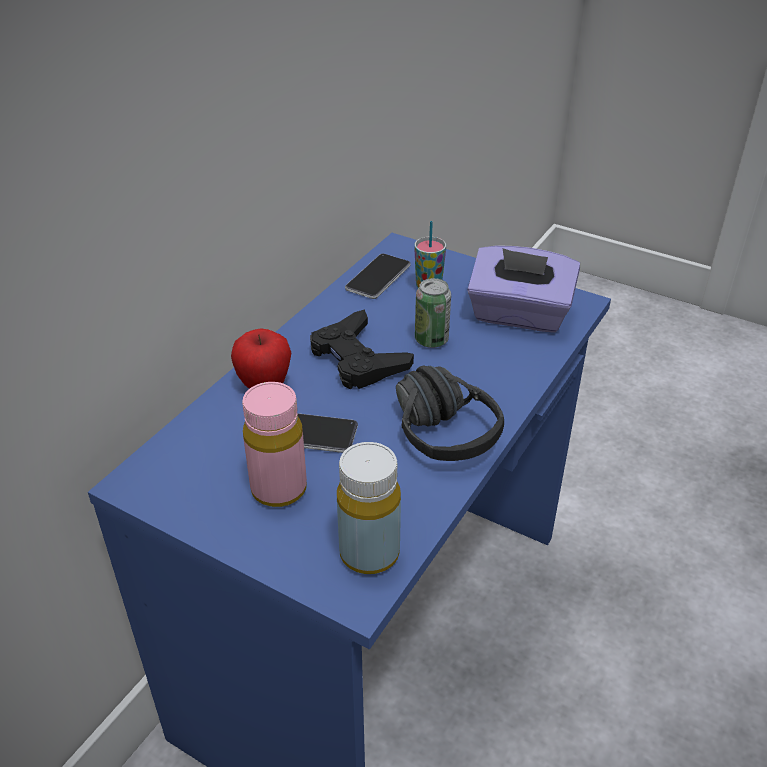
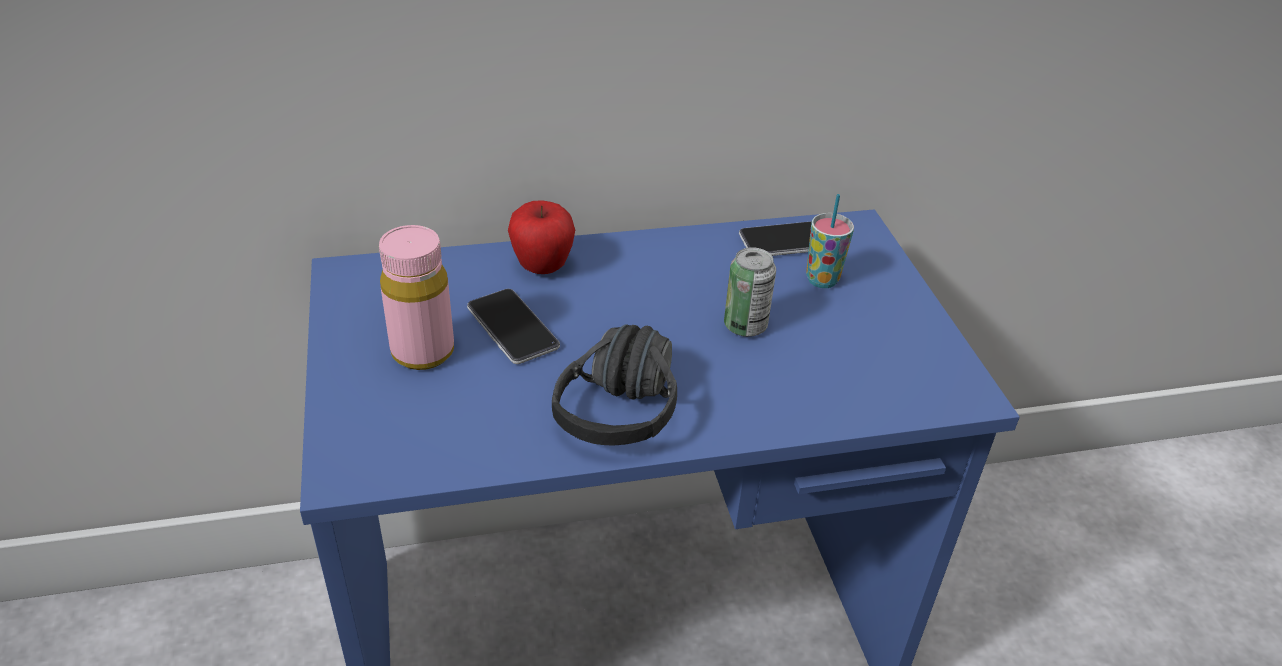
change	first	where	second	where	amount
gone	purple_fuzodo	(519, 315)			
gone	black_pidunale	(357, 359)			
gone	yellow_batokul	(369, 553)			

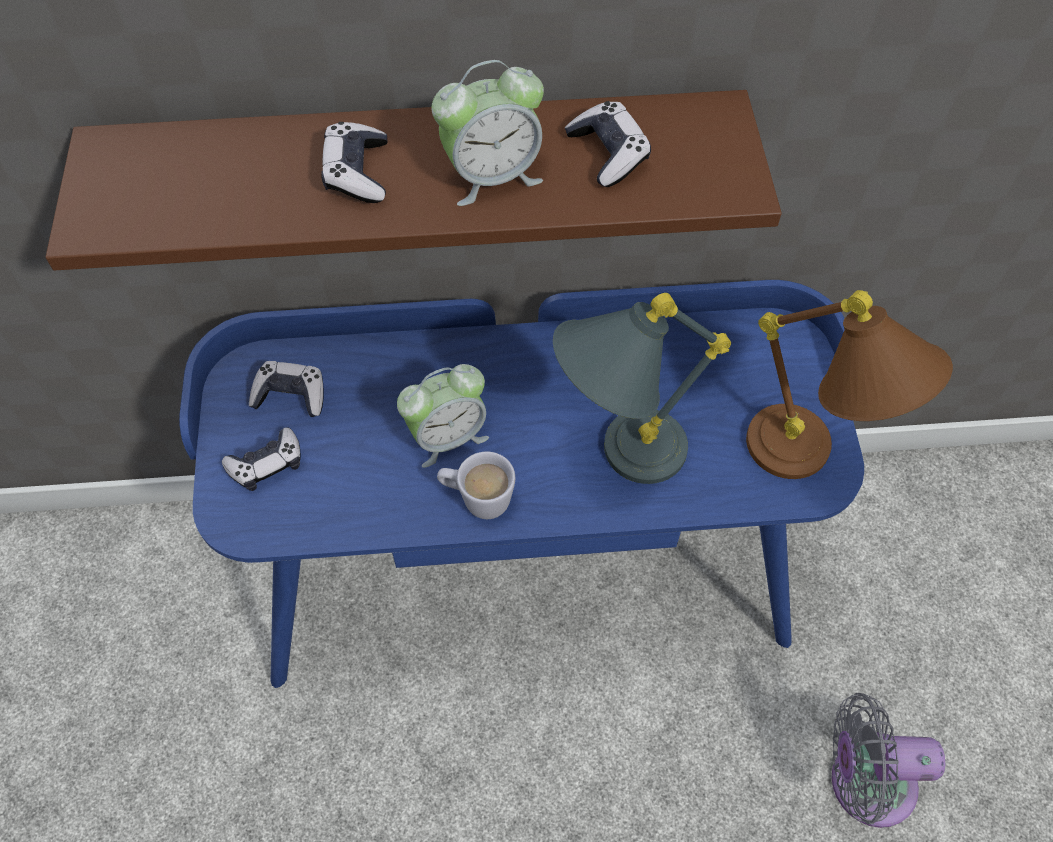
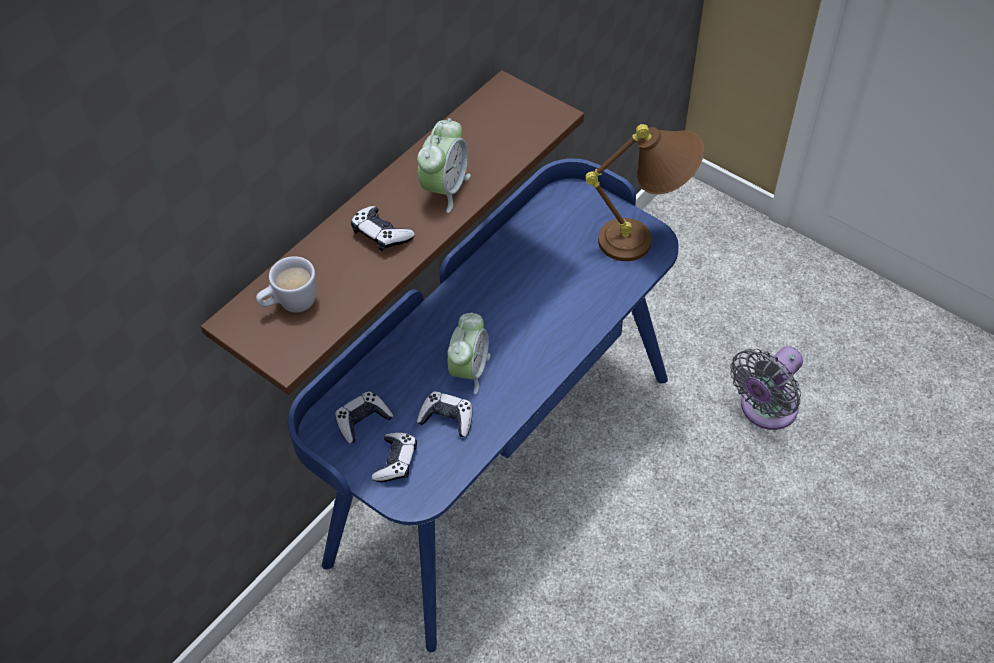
change	first	where	second	where	amount
shifted	pidunale	(608, 154)		(447, 418)	
gone	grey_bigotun	(615, 457)			
shifted	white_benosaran	(477, 499)		(290, 304)	

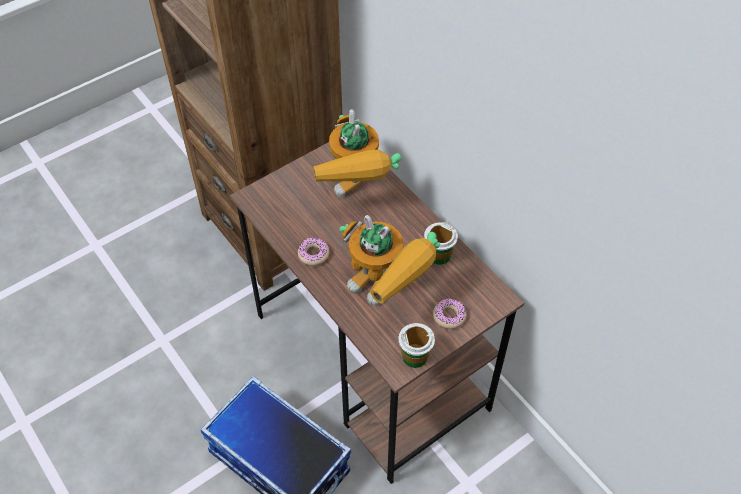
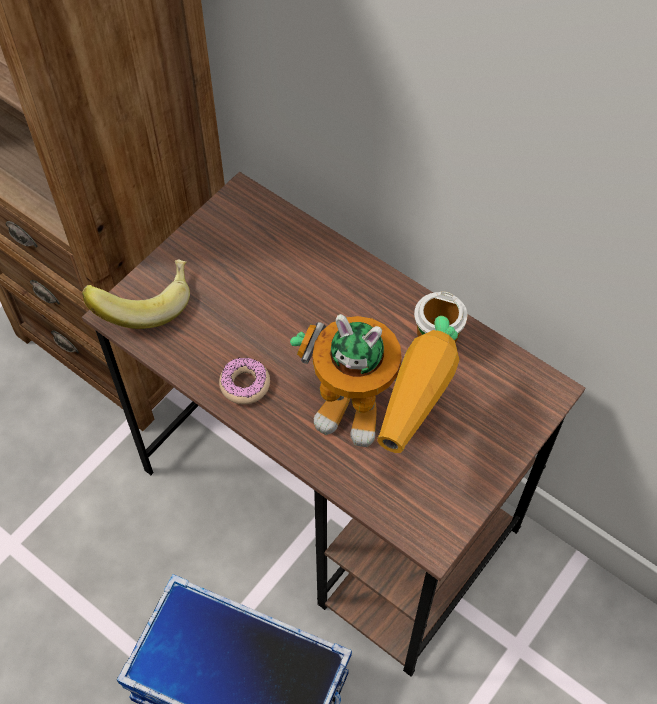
change	first	where	second	where	amount
gone	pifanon	(355, 193)			
gone	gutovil	(449, 316)			
gone	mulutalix	(415, 356)			
new			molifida	(145, 303)	

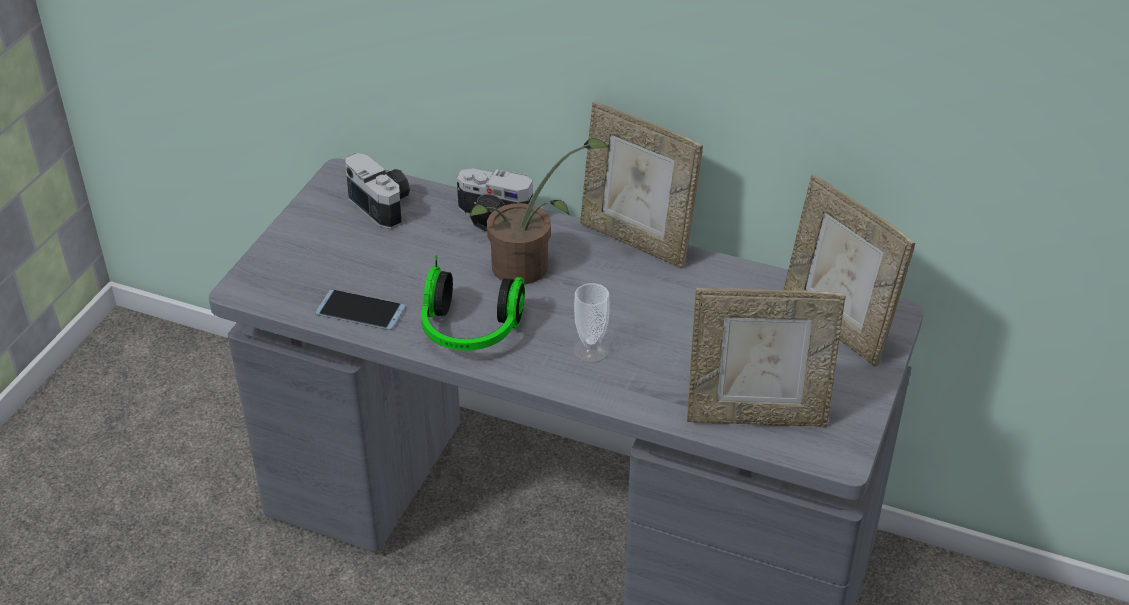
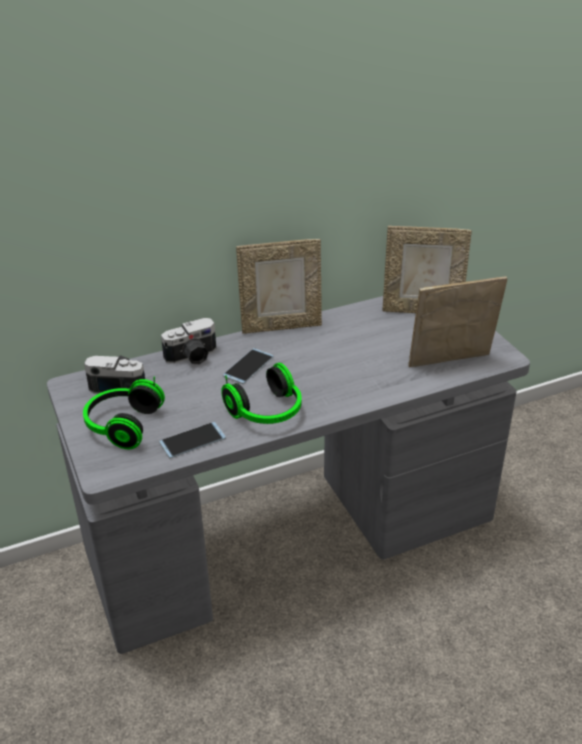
change	first	where	second	where	amount
swapped	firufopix	(529, 266)	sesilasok	(248, 366)	
gone	mulutalix	(591, 350)			
rotated	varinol	(756, 416)		(451, 363)	150 degrees counterclockwise
new			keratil	(121, 425)	

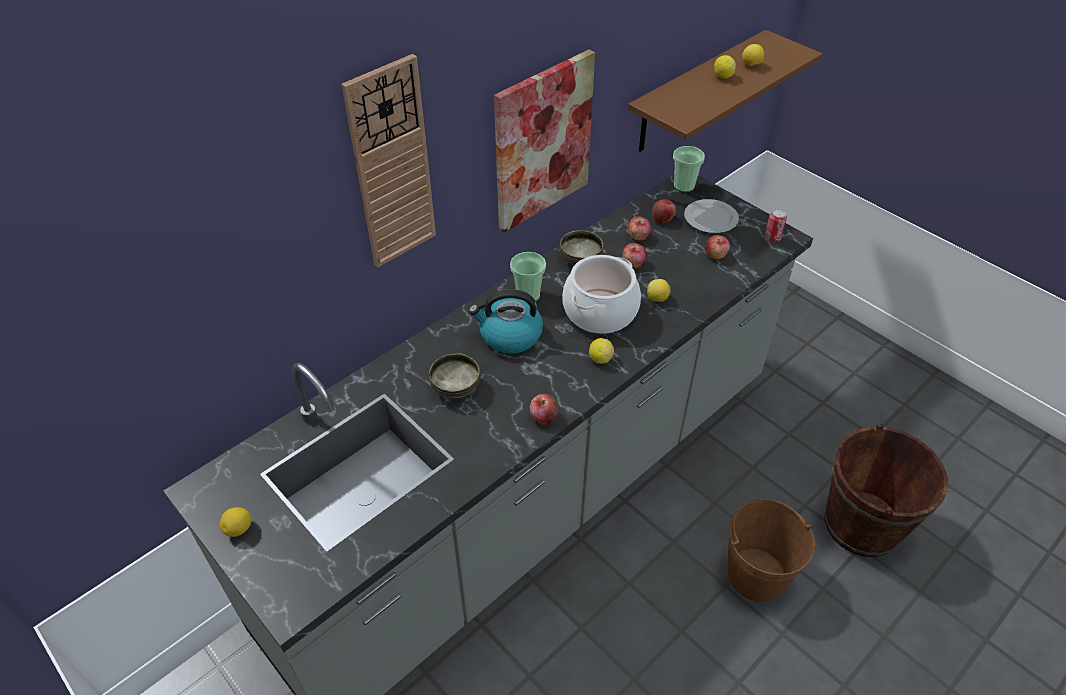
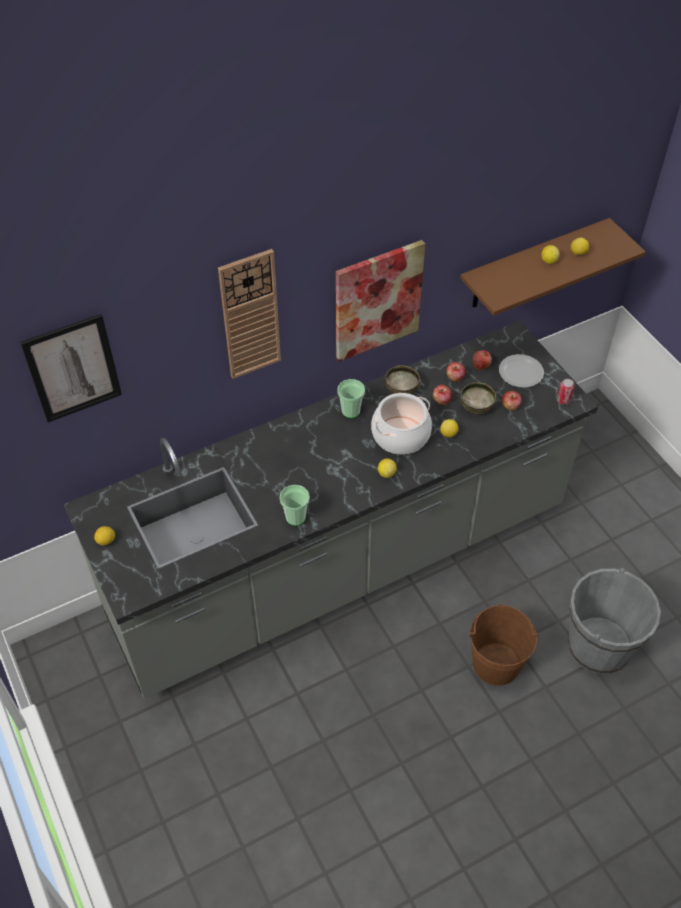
change	first	where	second	where	amount
shifted	mulutalix	(684, 186)		(295, 517)	
gone	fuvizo	(509, 335)			
shifted	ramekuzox	(455, 387)		(476, 406)	
gone	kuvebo	(543, 417)			
repainted	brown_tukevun	(861, 524)	grey_tukevun	(599, 646)	
new			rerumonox	(73, 368)	

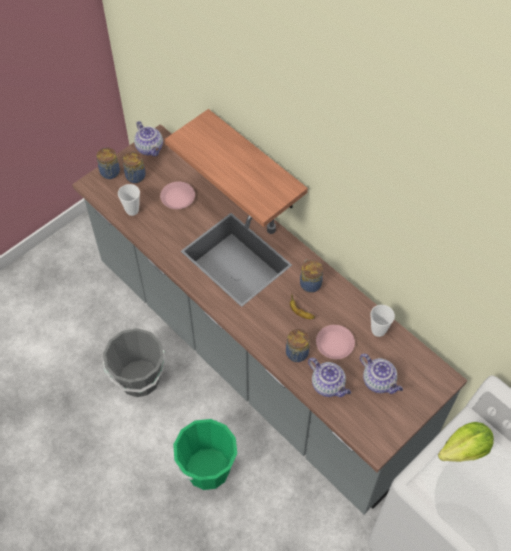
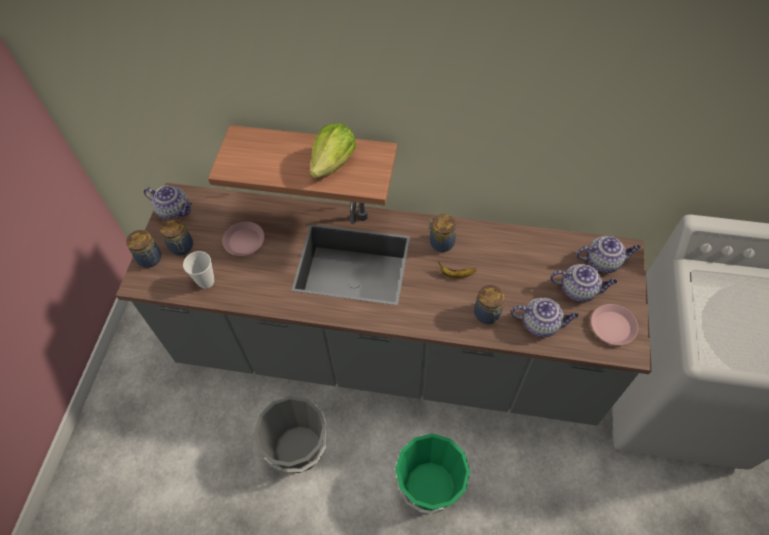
change	first	where	second	where	amount
gone	mulutalix	(378, 330)			
shifted	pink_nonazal	(335, 343)		(612, 326)	
shifted	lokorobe	(464, 450)		(334, 163)	
new			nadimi	(603, 261)	

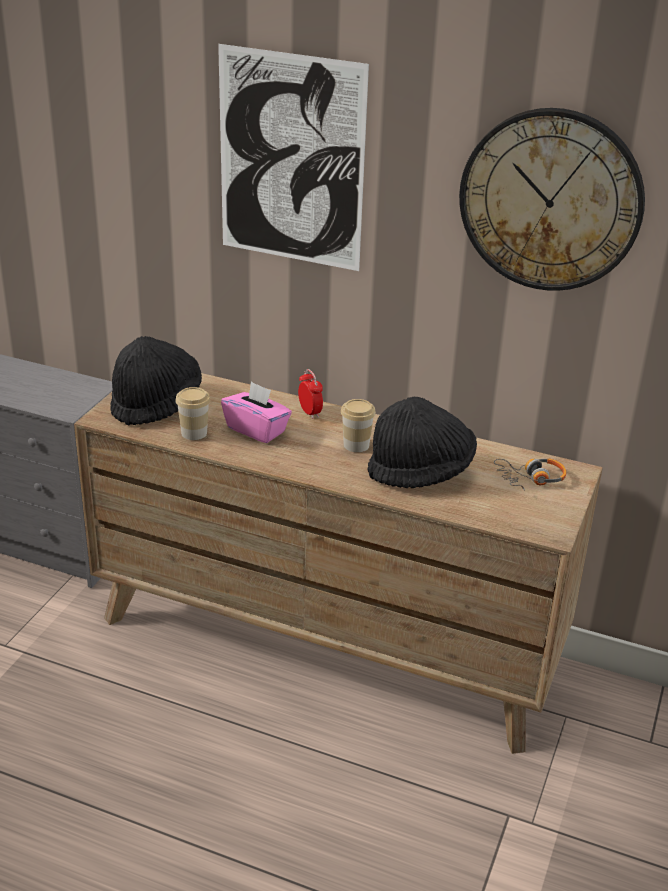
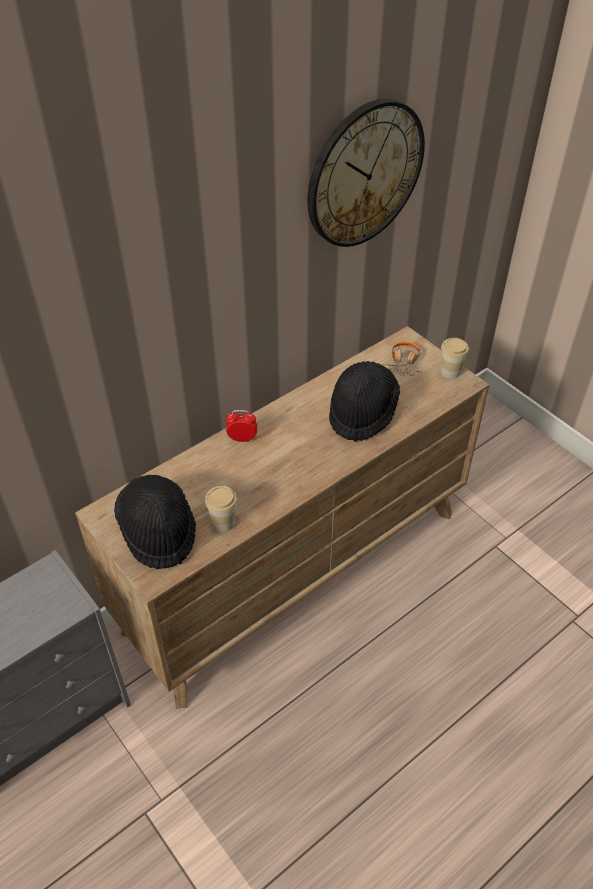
change	first	where	second	where	amount
gone	rerumonox	(291, 160)			
gone	pink_fuzodo	(257, 430)			
shifted	mulutalix	(356, 445)		(450, 371)	

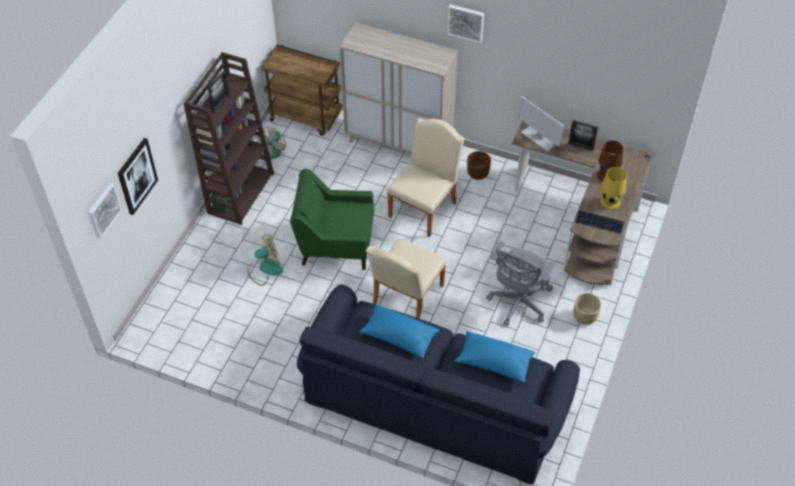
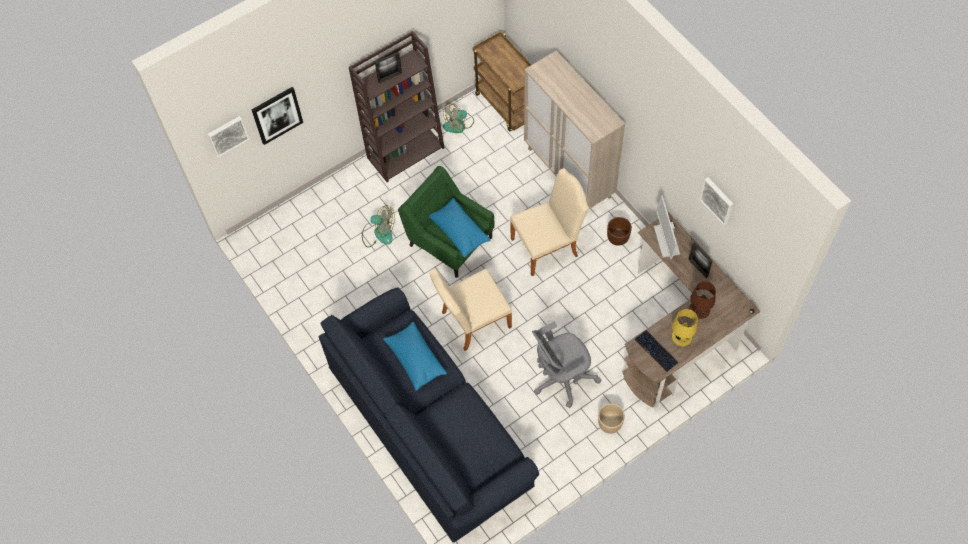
change	first	where	second	where	amount
shifted	rerumonox	(466, 22)		(717, 200)	
shifted	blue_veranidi	(494, 362)		(459, 232)	

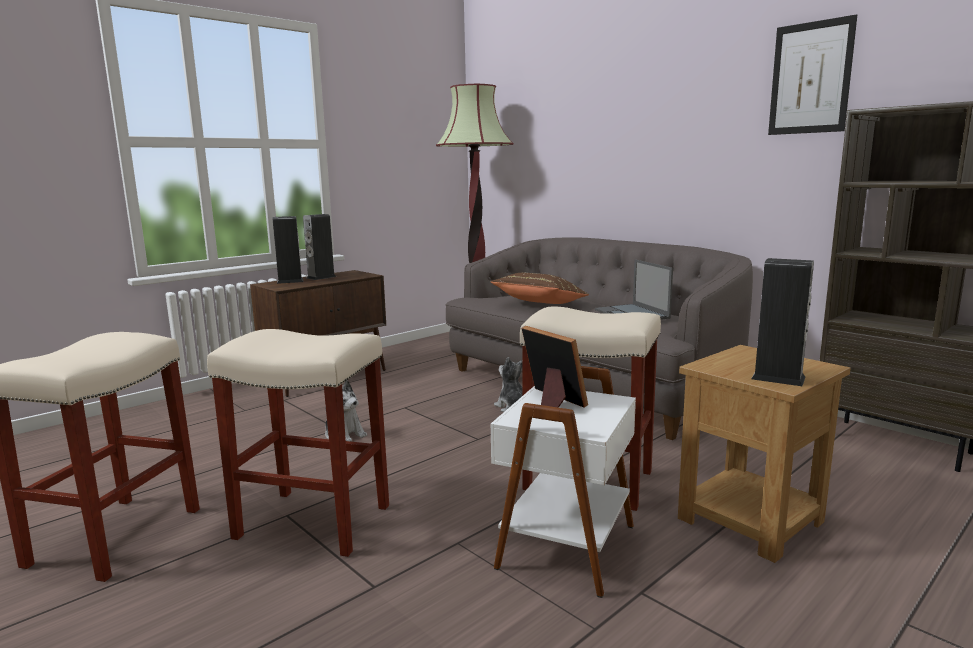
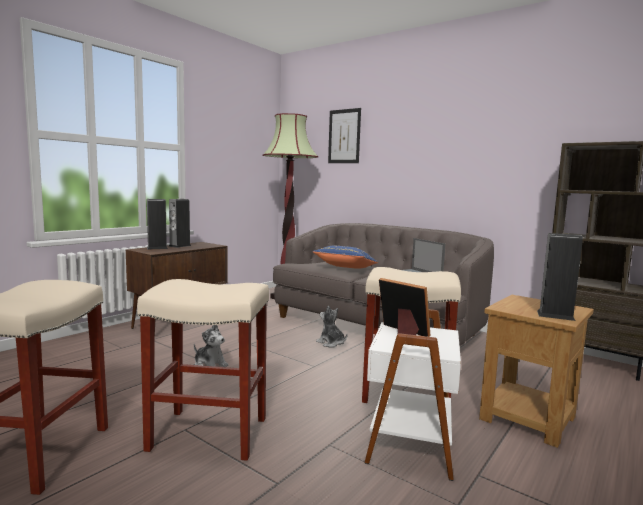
change	first	where	second	where	amount
shifted	rerumonox	(810, 78)		(344, 136)	
repainted	brown_veranidi	(540, 304)	blue_veranidi	(345, 268)	

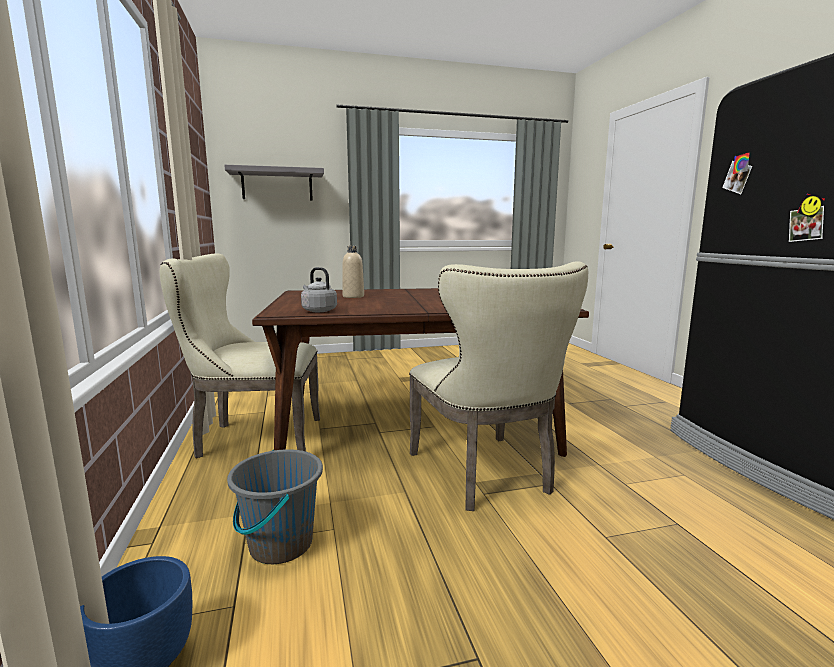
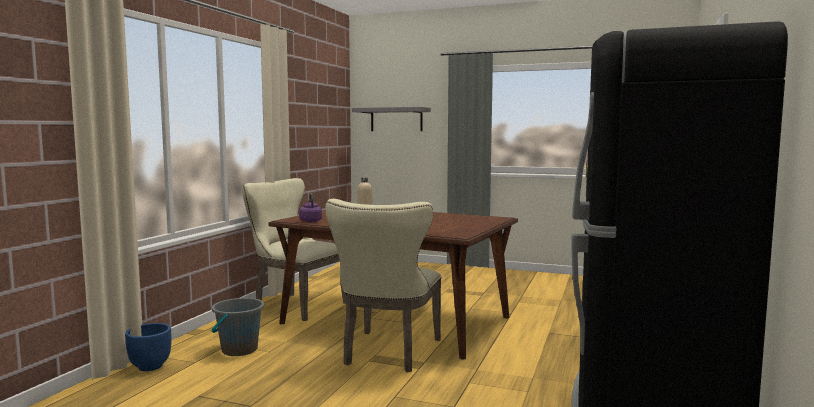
change	first	where	second	where	amount
repainted	grey_fuvizo	(318, 310)	purple_fuvizo	(310, 221)	

